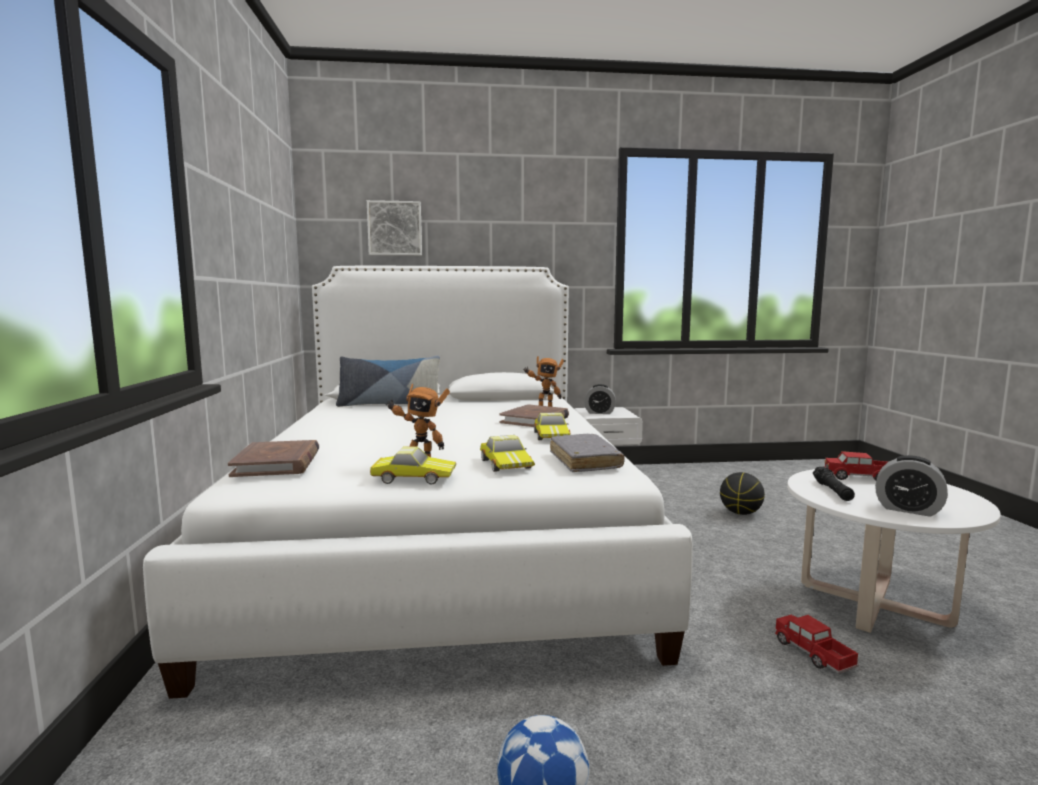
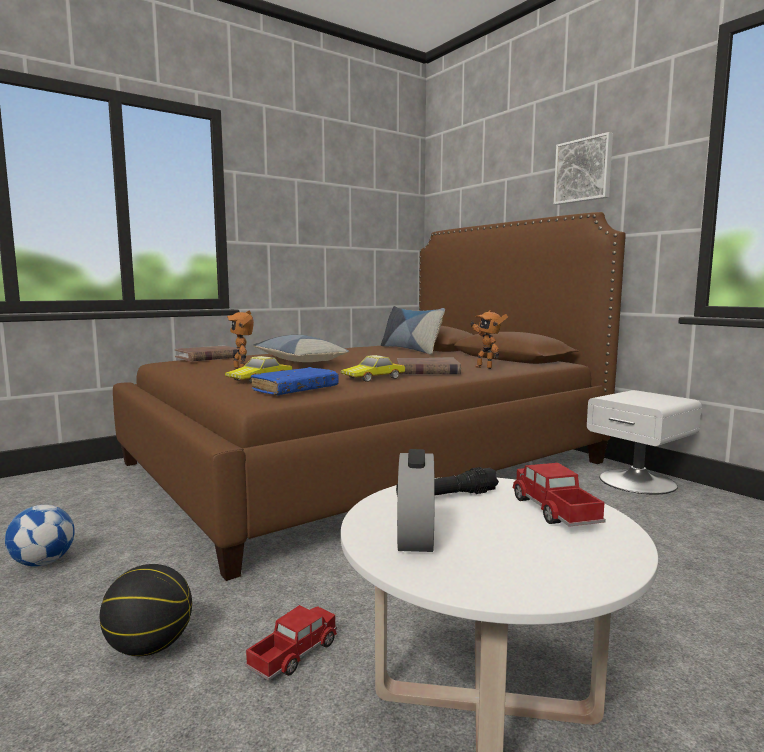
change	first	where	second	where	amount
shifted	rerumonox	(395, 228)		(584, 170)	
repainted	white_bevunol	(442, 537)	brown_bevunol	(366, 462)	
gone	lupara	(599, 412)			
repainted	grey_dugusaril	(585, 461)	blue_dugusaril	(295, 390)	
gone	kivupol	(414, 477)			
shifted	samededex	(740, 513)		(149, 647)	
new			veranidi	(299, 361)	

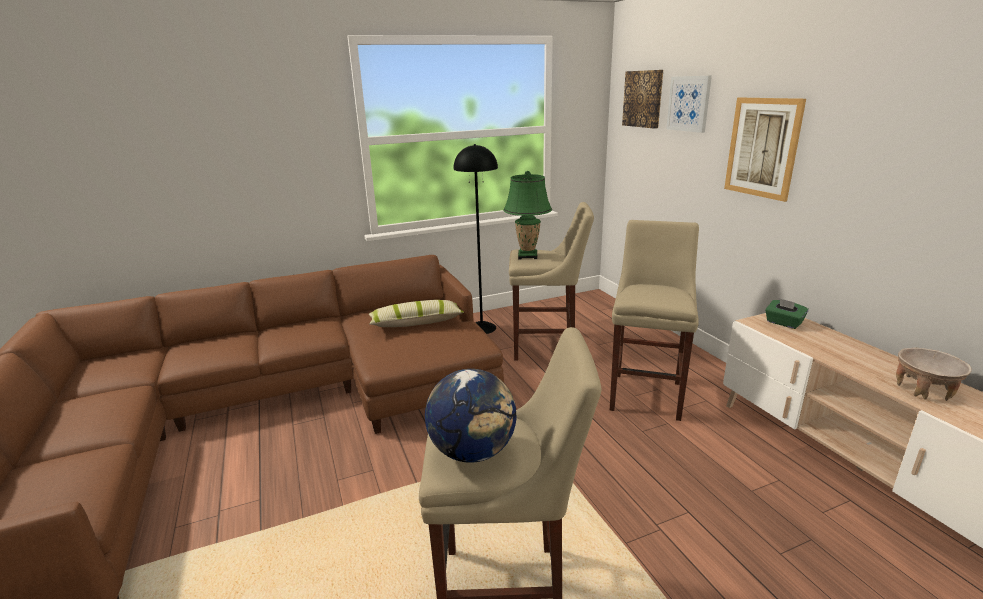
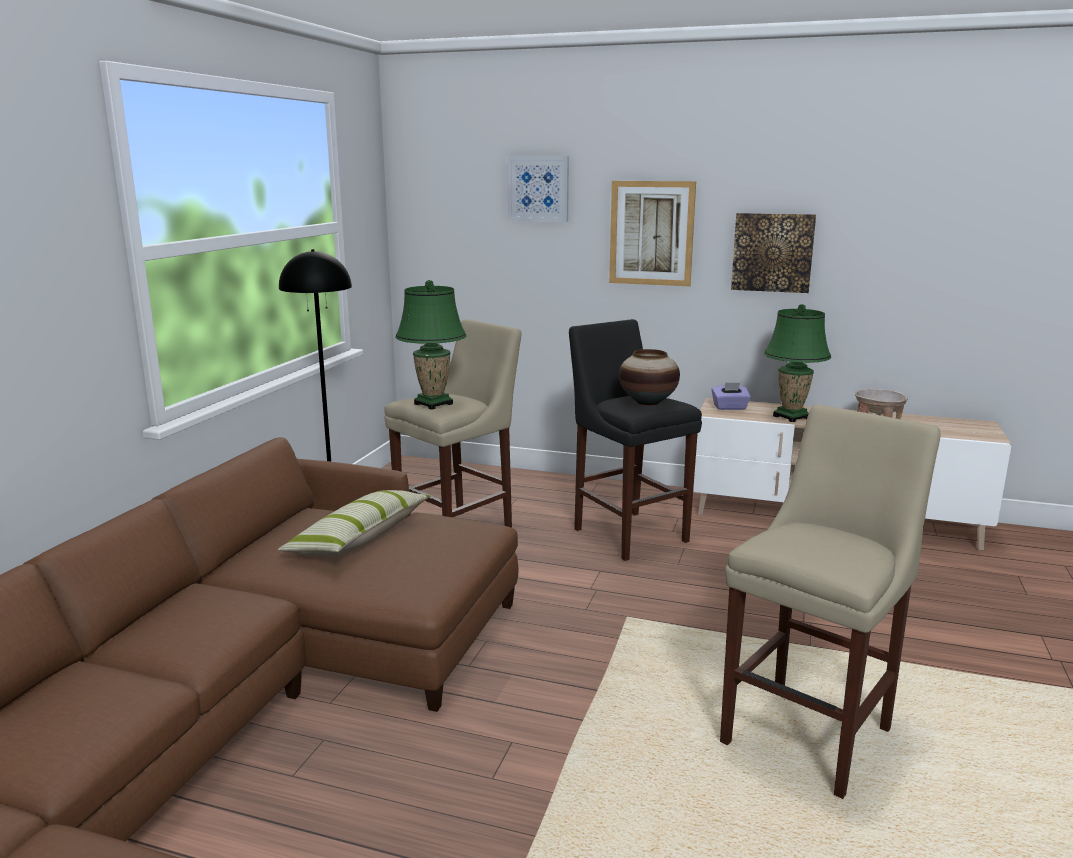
change	first	where	second	where	amount
shifted	rerumonox	(643, 99)		(772, 252)	
repainted	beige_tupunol	(646, 393)	black_tupunol	(627, 533)	
repainted	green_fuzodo	(783, 323)	purple_fuzodo	(730, 407)	
gone	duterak	(473, 451)			
new			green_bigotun	(791, 417)	
new			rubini	(647, 402)	

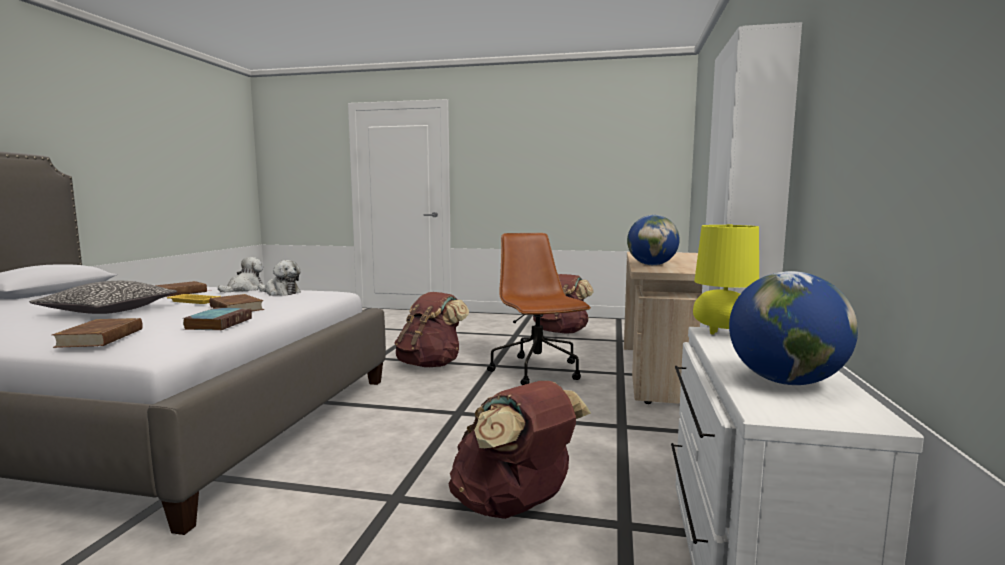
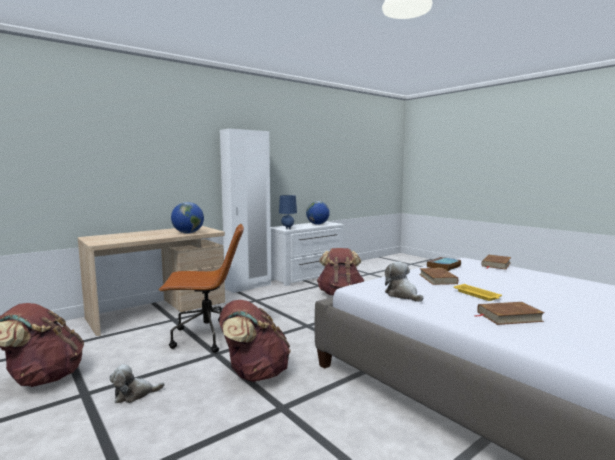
change	first	where	second	where	amount
repainted	yellow_bigotun	(722, 334)	blue_bigotun	(288, 228)	
rotated	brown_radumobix	(537, 371)		(206, 337)	120 degrees counterclockwise
shifted	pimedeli	(244, 289)		(134, 394)	
gone	veranidi	(108, 311)			

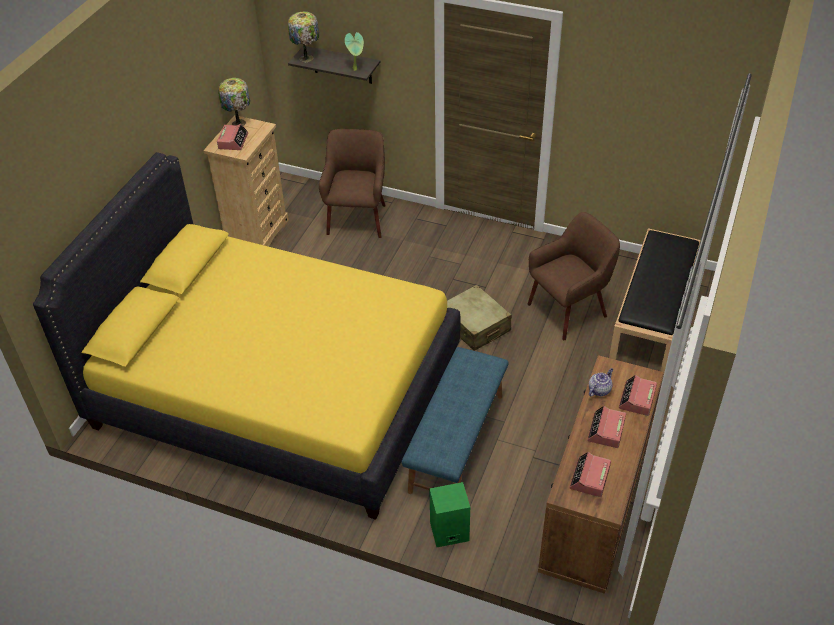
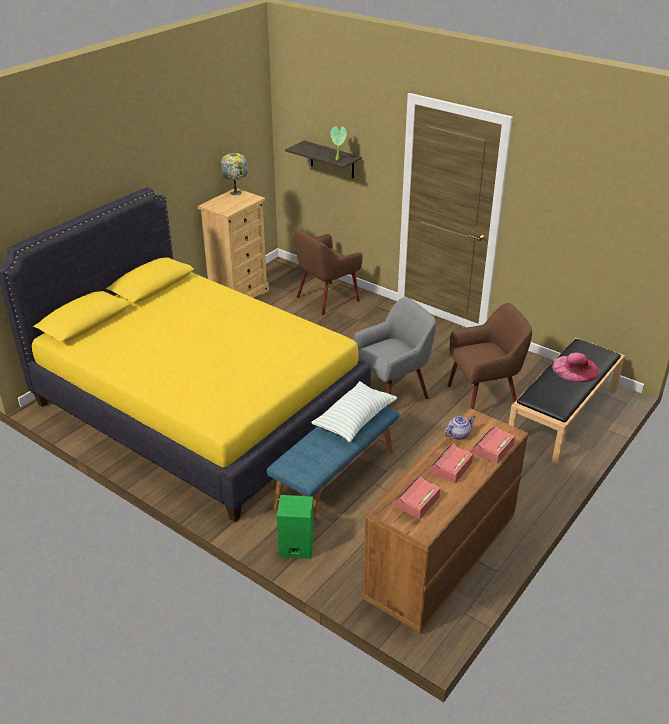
change	first	where	second	where	amount
gone	bigotun	(307, 57)			
gone	lupara	(233, 141)			
rotated	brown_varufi	(357, 219)		(326, 299)	150 degrees counterclockwise
swapped	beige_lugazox	(475, 326)	grey_varufi	(393, 393)	
new			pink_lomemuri	(575, 368)	
new			veranidi	(354, 420)	

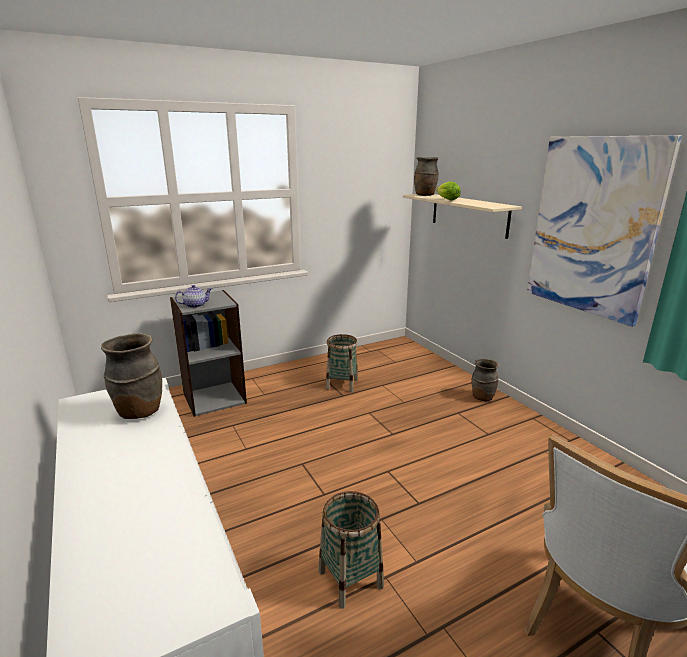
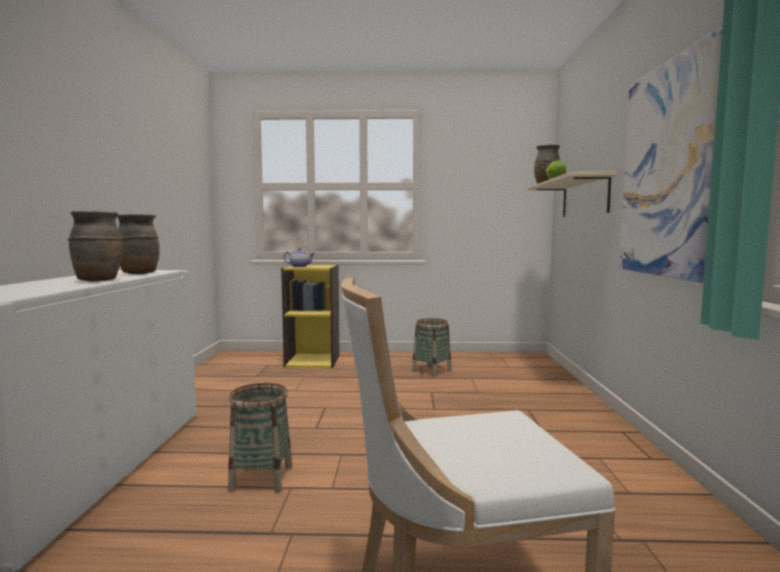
change	first	where	second	where	amount
repainted	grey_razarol	(214, 398)	yellow_razarol	(313, 361)	
shifted	brown_rubini	(482, 397)		(98, 281)	

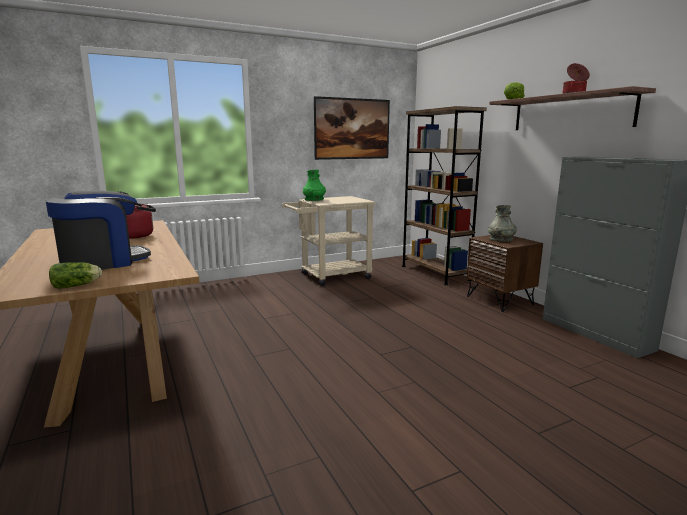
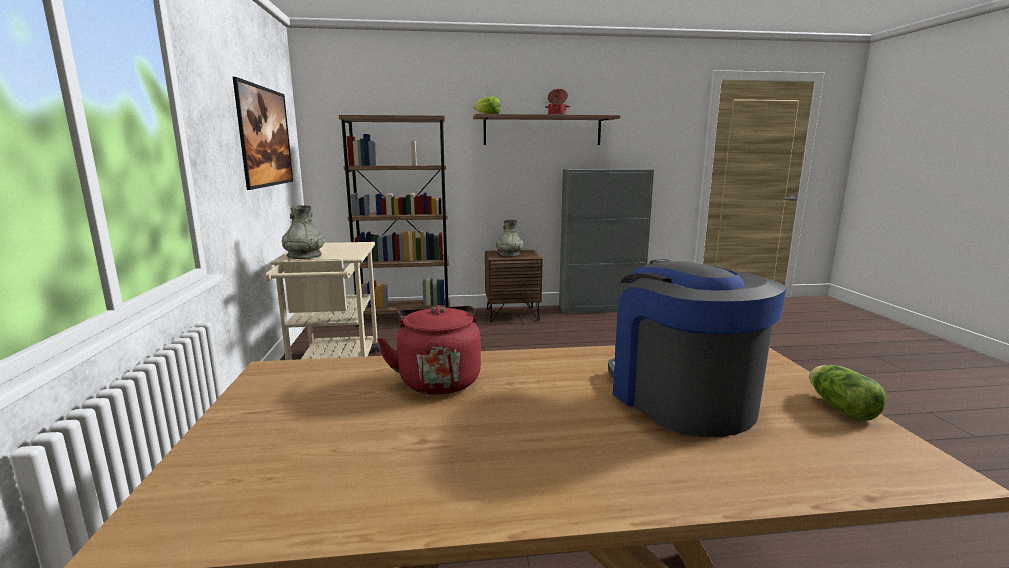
change	first	where	second	where	amount
repainted	green_rubini	(314, 199)	grey_rubini	(304, 256)	

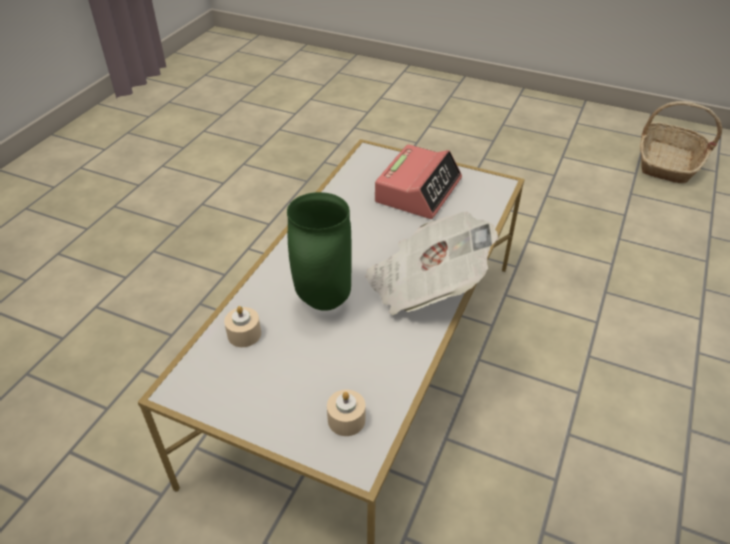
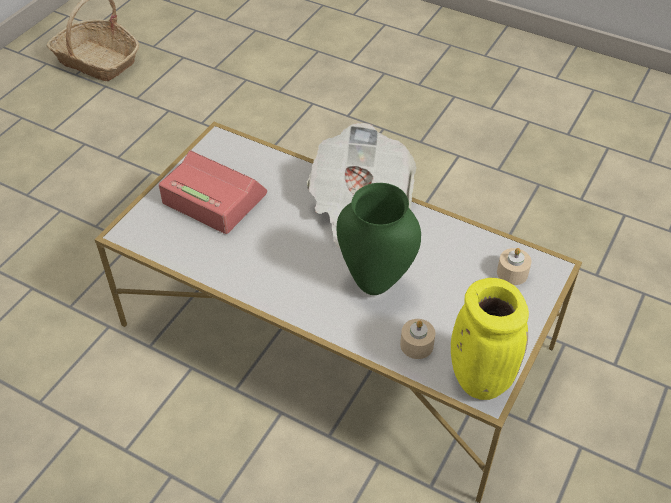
change	first	where	second	where	amount
new			yellow_rubini	(477, 377)	

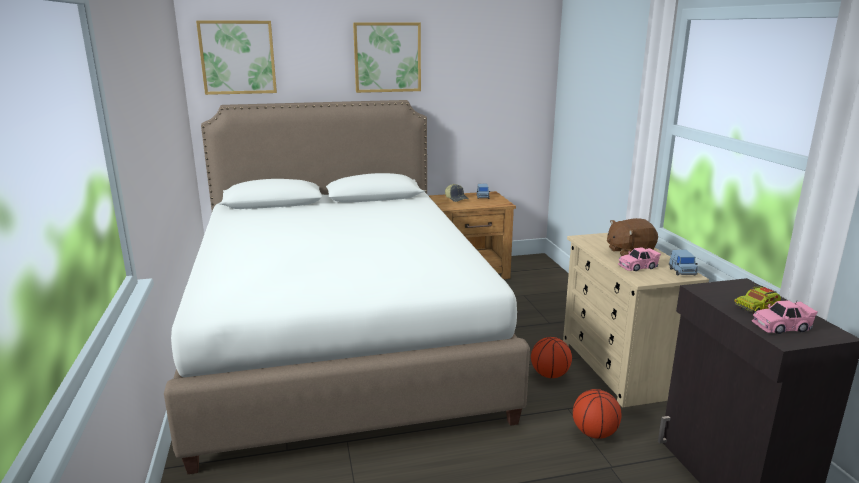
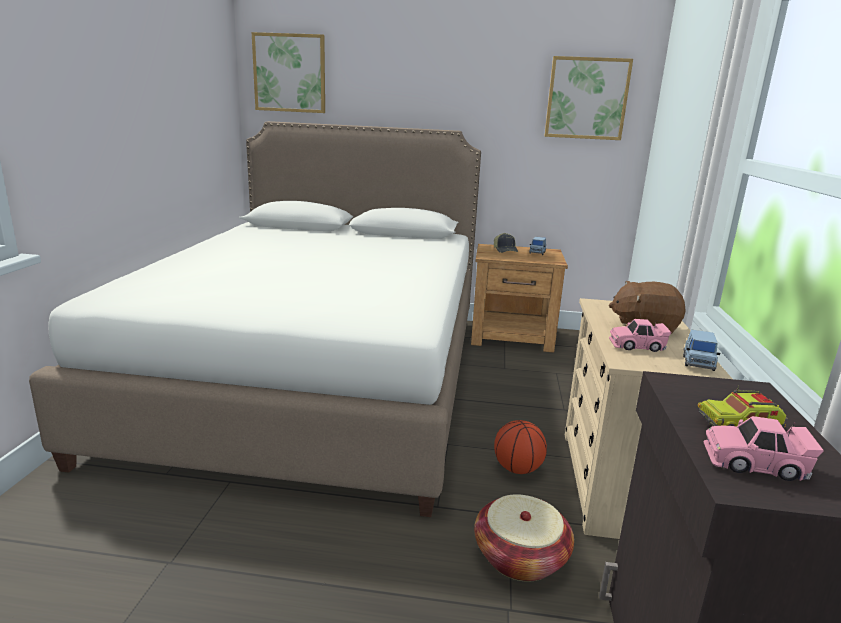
change	first	where	second	where	amount
shifted	rerumonox	(387, 57)		(587, 98)	
swapped	samededex	(594, 433)	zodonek	(520, 557)	

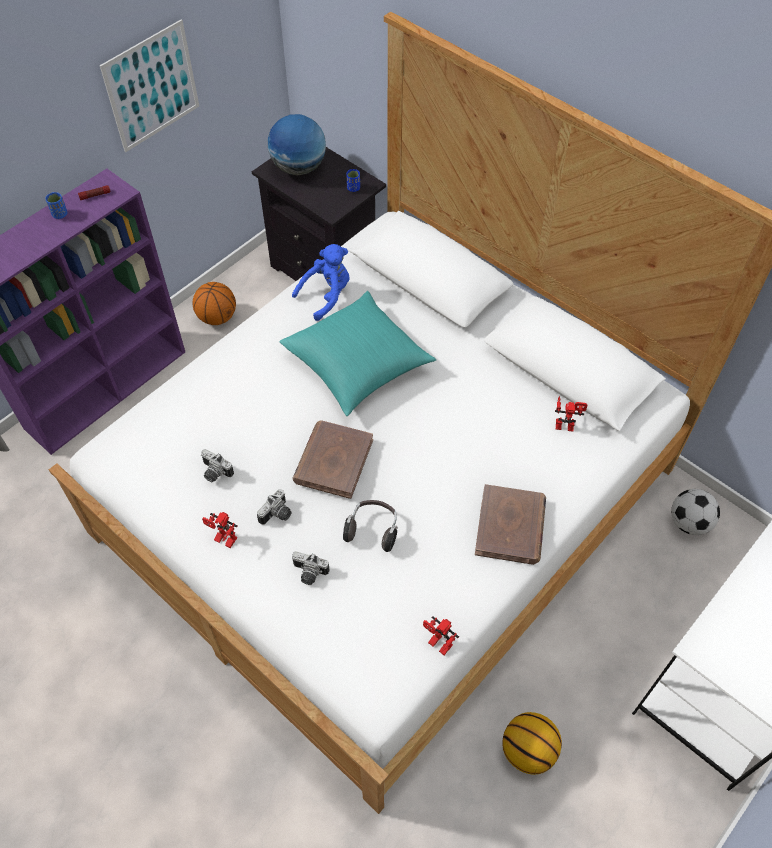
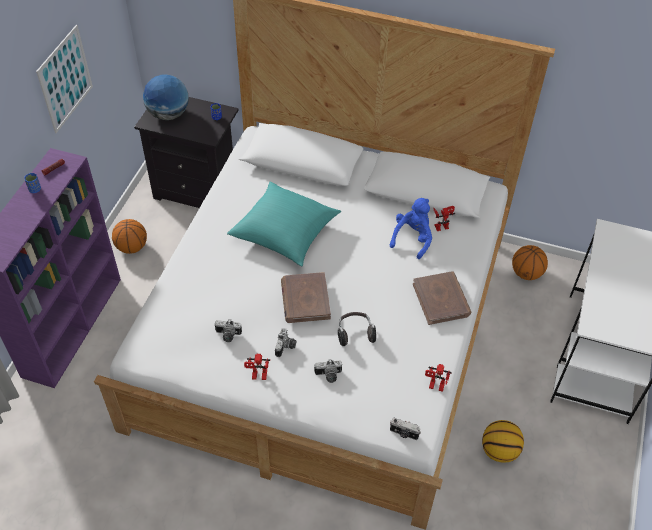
change	first	where	second	where	amount
shifted	blue_pimedeli	(327, 295)		(412, 238)	
swapped	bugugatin	(689, 522)	samededex	(526, 273)	
new			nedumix	(404, 433)	

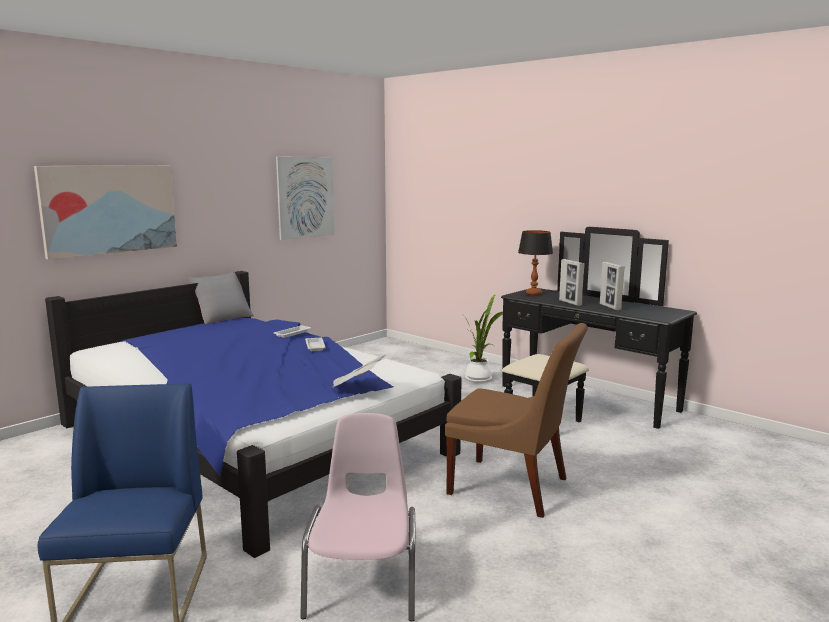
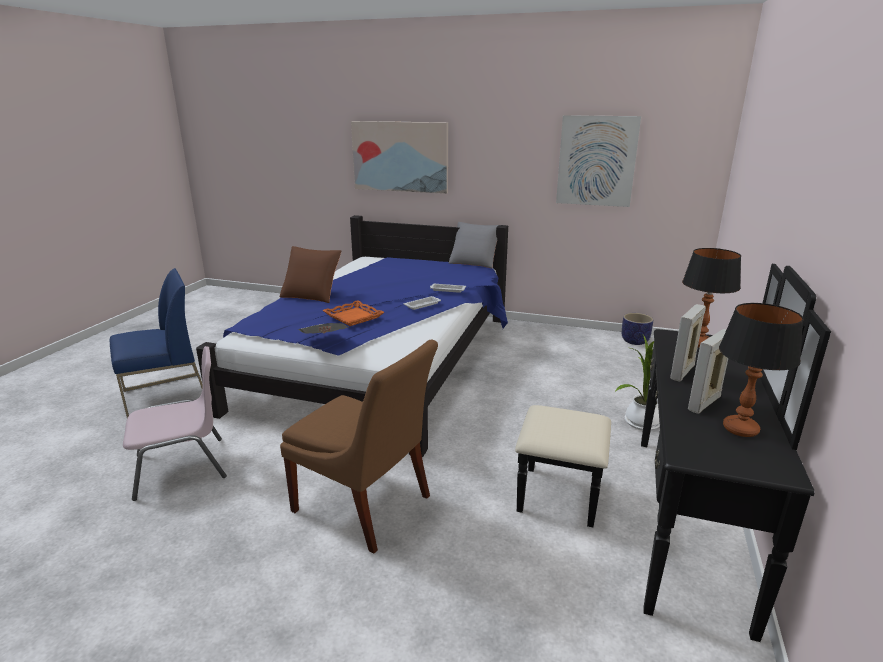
change	first	where	second	where	amount
rotated	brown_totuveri	(513, 488)		(366, 506)	60 degrees counterclockwise
new			brown_veranidi	(312, 295)	
new			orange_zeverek	(354, 317)	
new			bigotun	(740, 429)	
new			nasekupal	(635, 341)	

